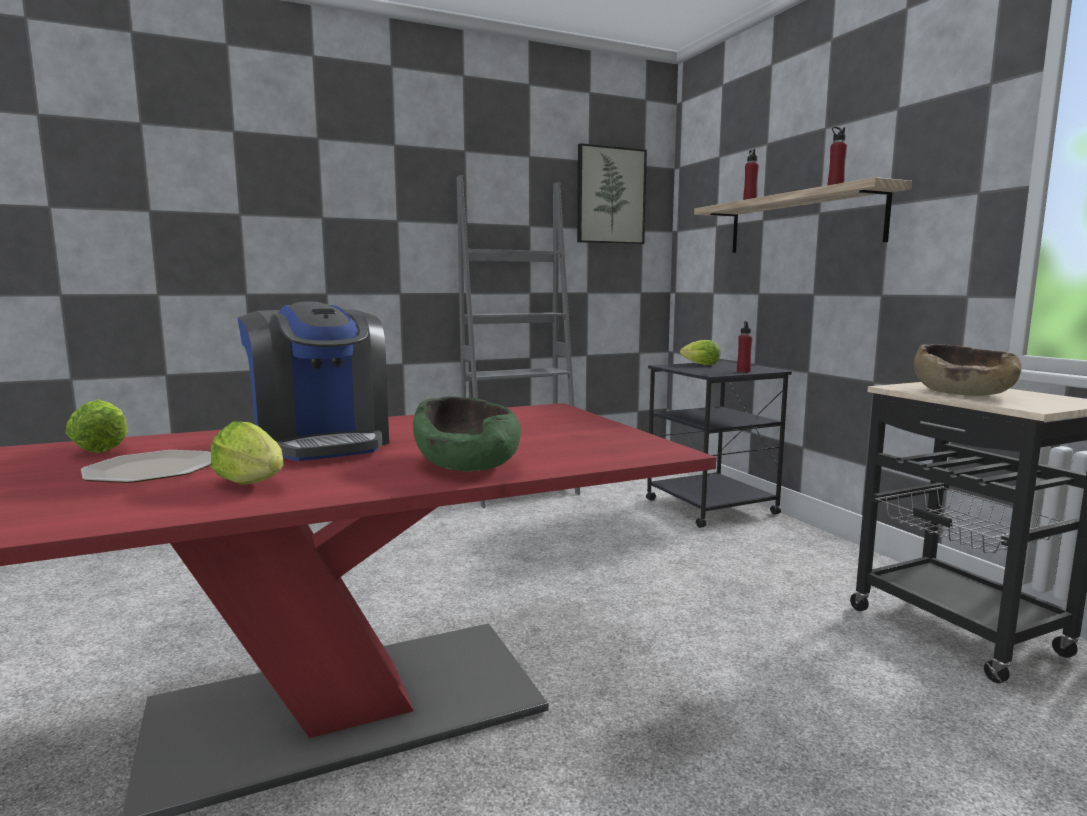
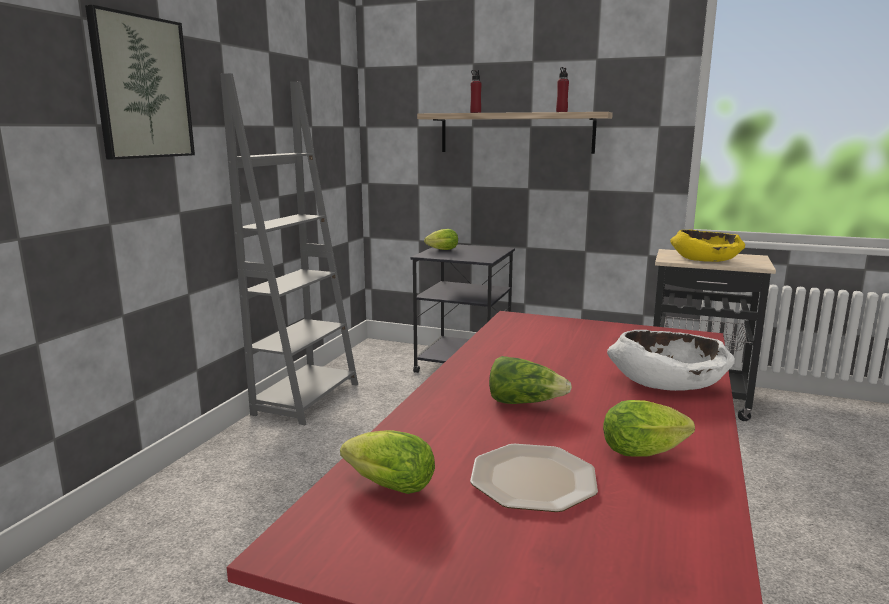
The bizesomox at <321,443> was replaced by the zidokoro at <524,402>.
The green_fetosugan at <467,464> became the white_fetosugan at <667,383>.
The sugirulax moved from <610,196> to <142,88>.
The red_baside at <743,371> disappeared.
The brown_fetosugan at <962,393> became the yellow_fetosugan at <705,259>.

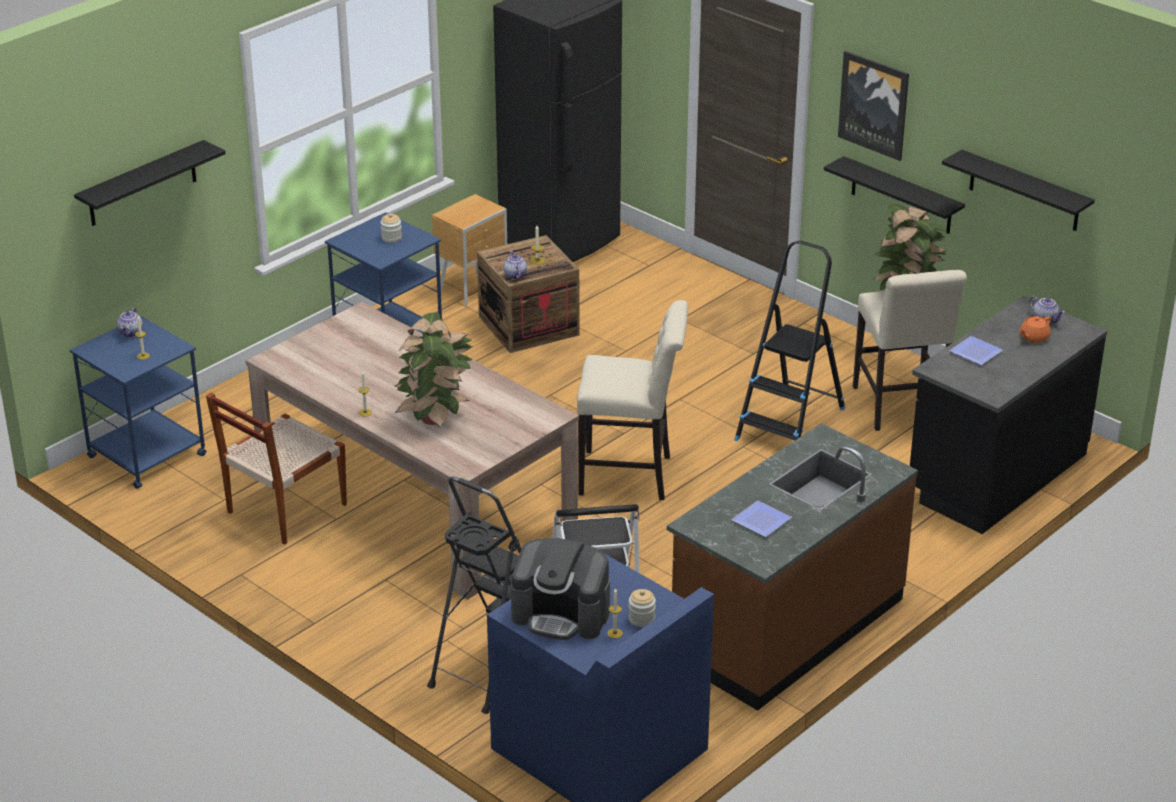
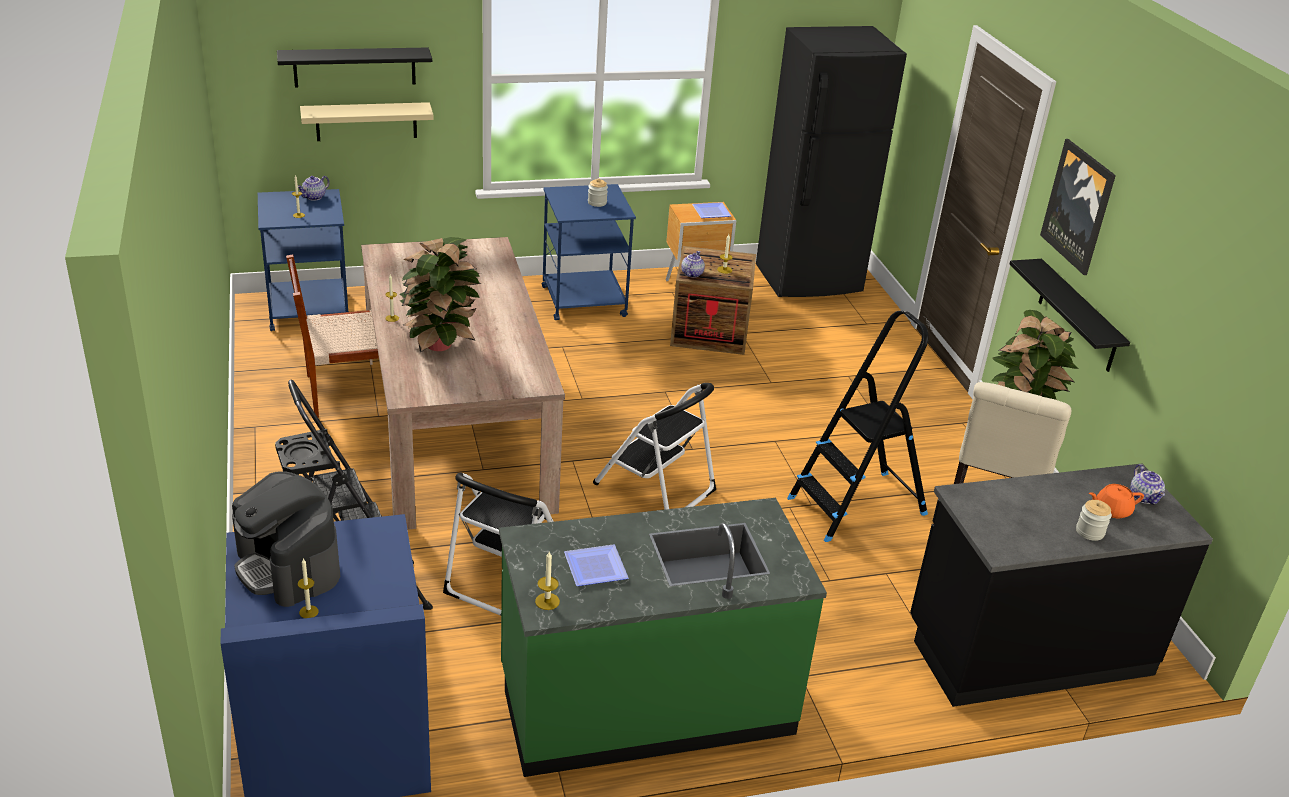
The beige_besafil at <631,477> was replaced by the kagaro at <657,489>.
The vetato moved from <641,619> to <1090,532>.
The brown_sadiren at <786,627> became the green_sadiren at <646,702>.
The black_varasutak at <1024,191> disappeared.
The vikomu moved from <977,352> to <712,212>.
The beige_varasutak at <366,121> appeared.
The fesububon at <547,601> appeared.

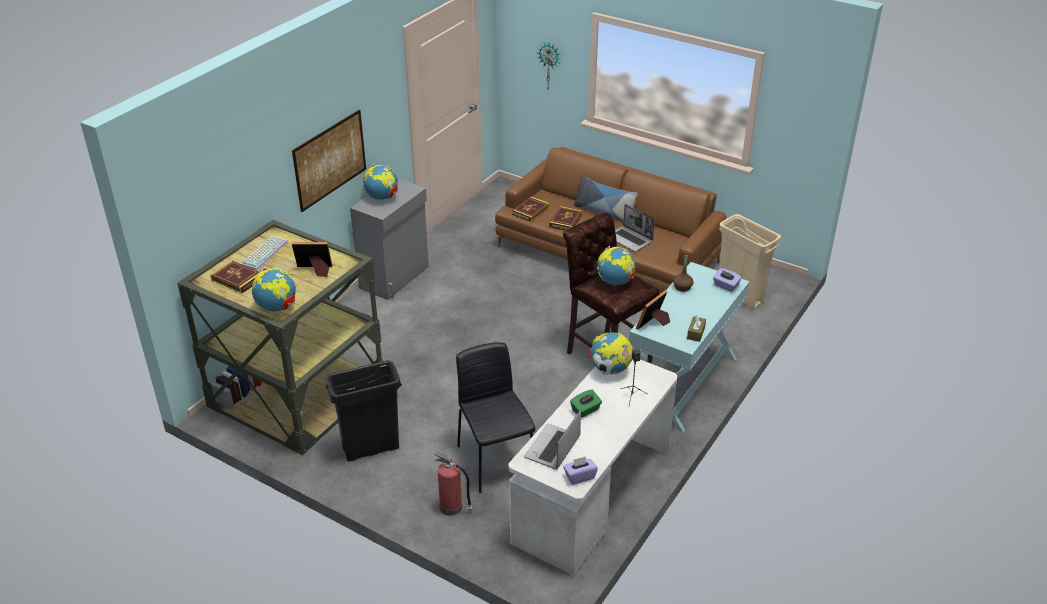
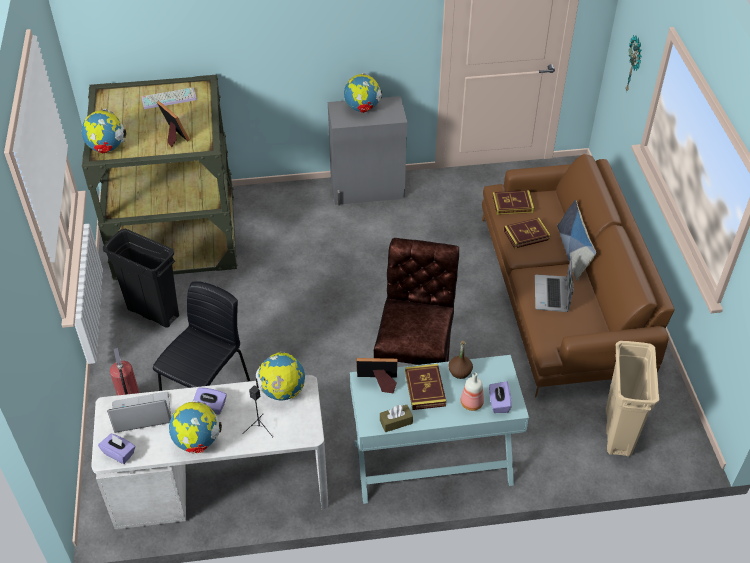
The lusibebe moved from <237,279> to <425,389>.
The sugirulax at <330,160> disappeared.
The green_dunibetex at <585,410> became the purple_dunibetex at <210,407>.
The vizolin moved from <615,282> to <197,441>.
The baside at <472,403> appeared.

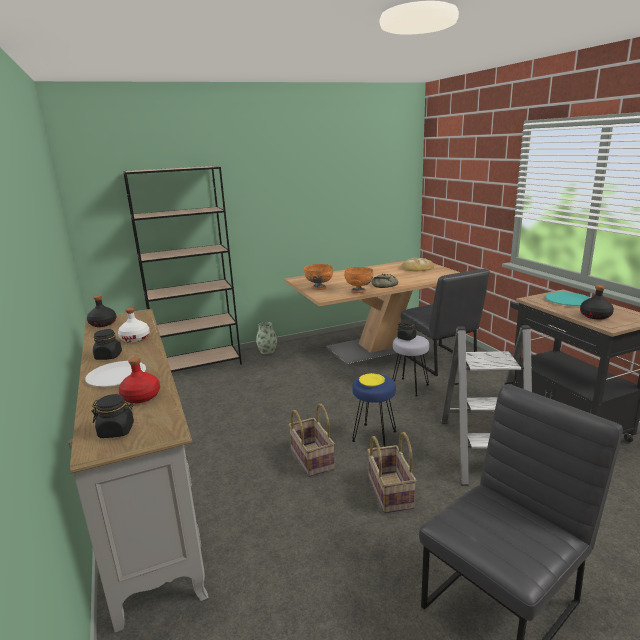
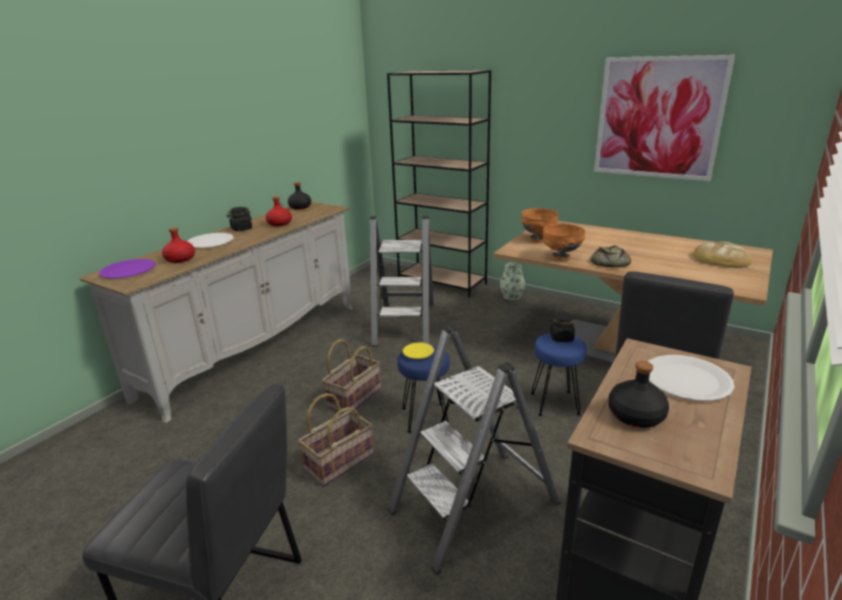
The black_vetato at <117,431> was replaced by the purple_vikomu at <128,270>.
The white_baside at <135,338> became the red_baside at <280,223>.
The grey_besafil at <409,387> became the blue_besafil at <555,403>.
The turquoise_vikomu at <568,300> became the white_vikomu at <686,379>.
The grey_kagaro at <405,323> appeared.
The sugirulax at <658,118> appeared.

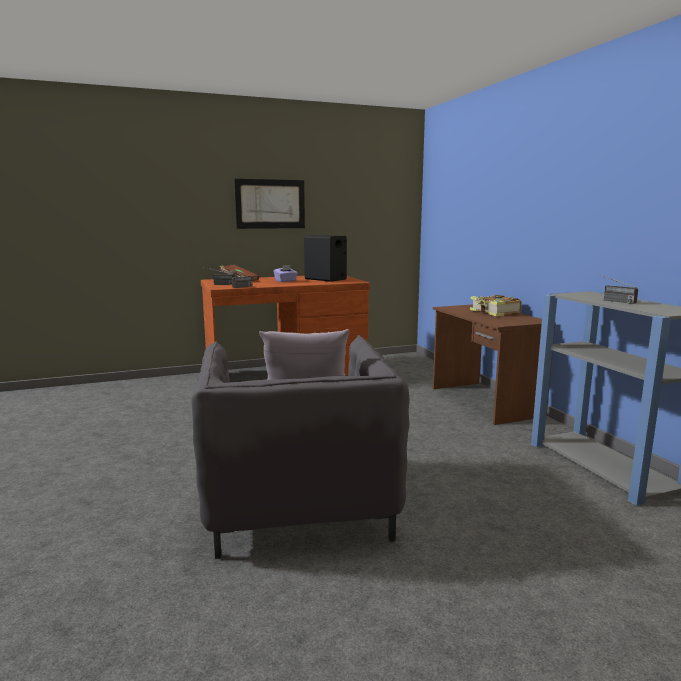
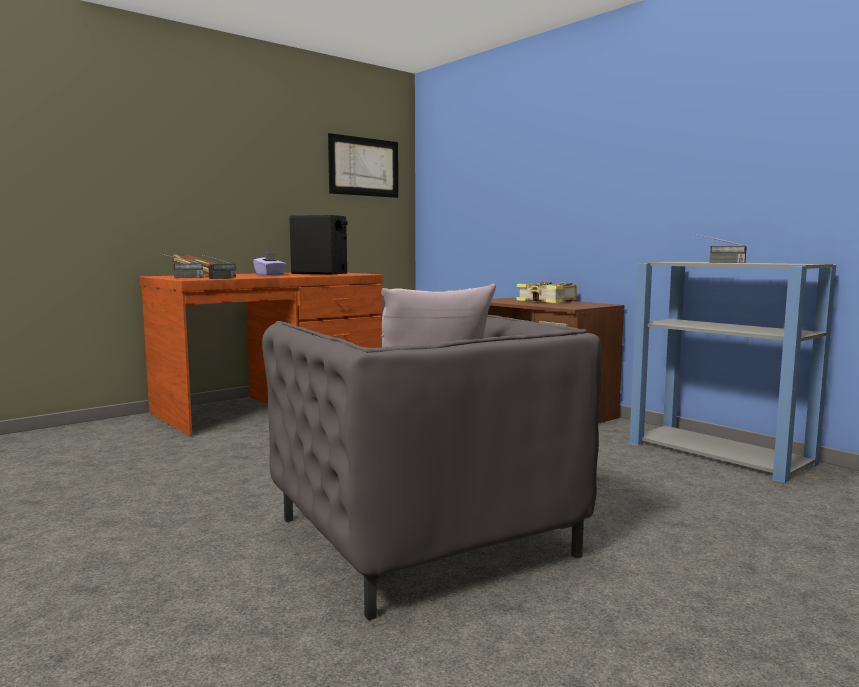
The sugirulax moved from <270,204> to <364,167>.

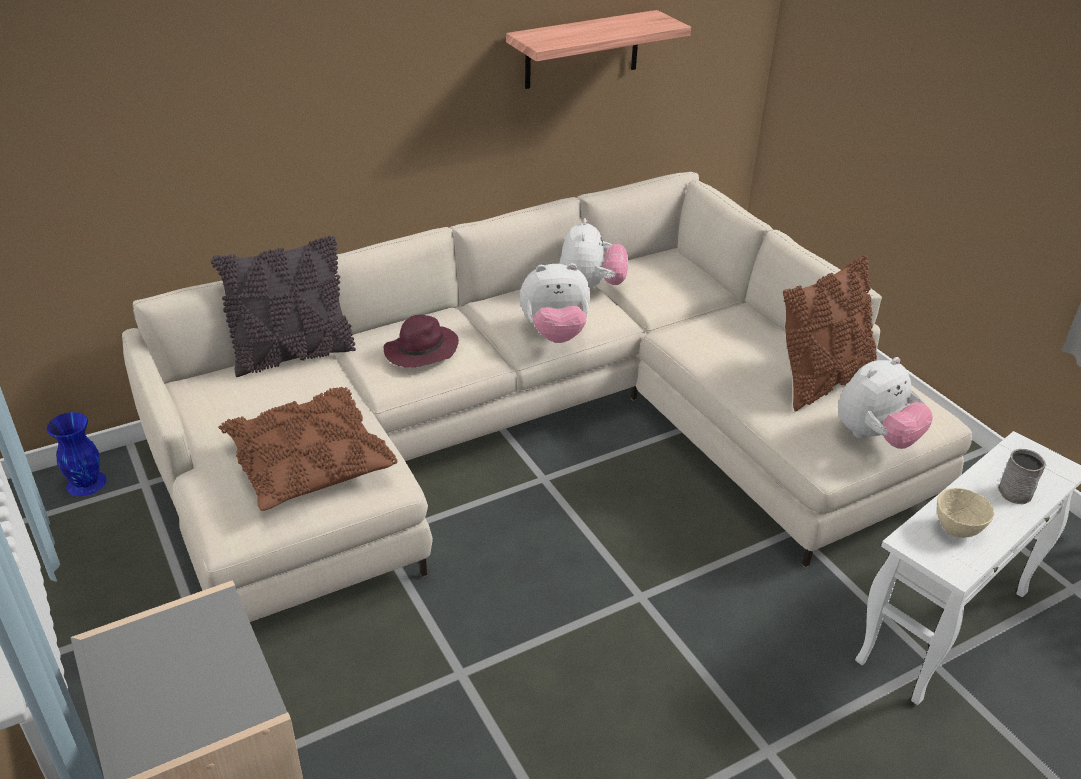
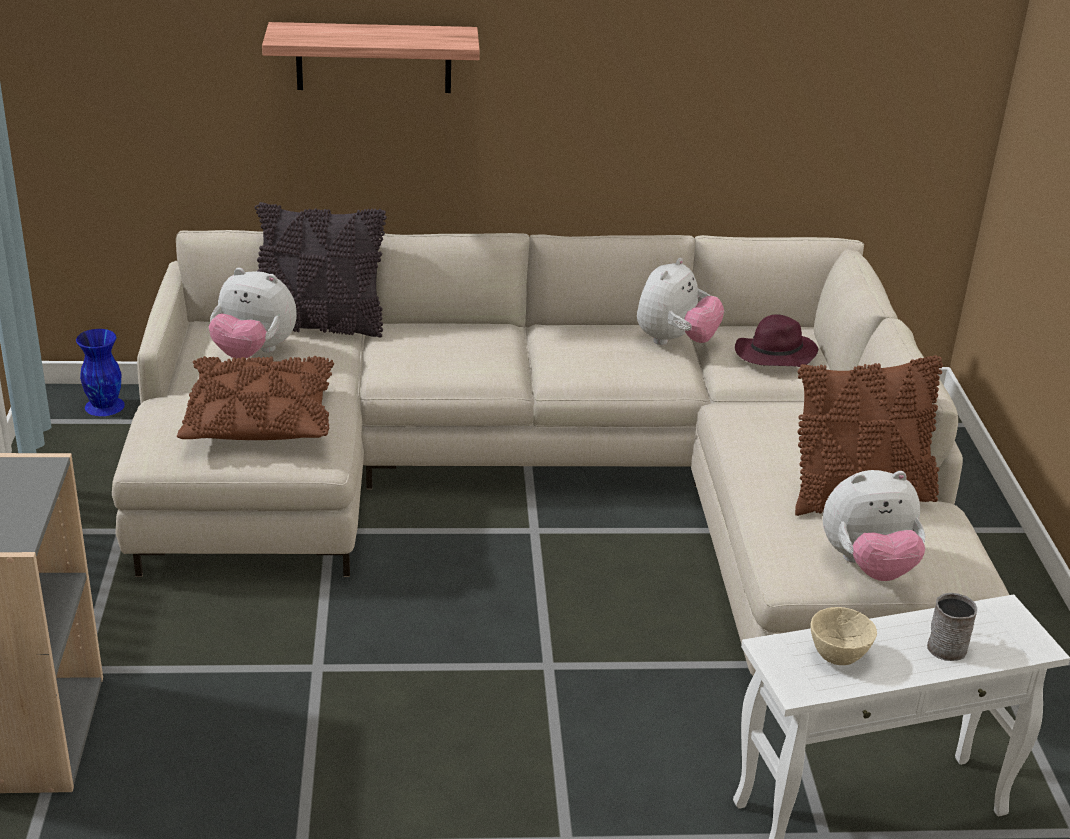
The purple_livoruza moved from <421,352> to <774,355>.
The varasutak moved from <582,50> to <373,57>.
The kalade moved from <555,334> to <253,353>.

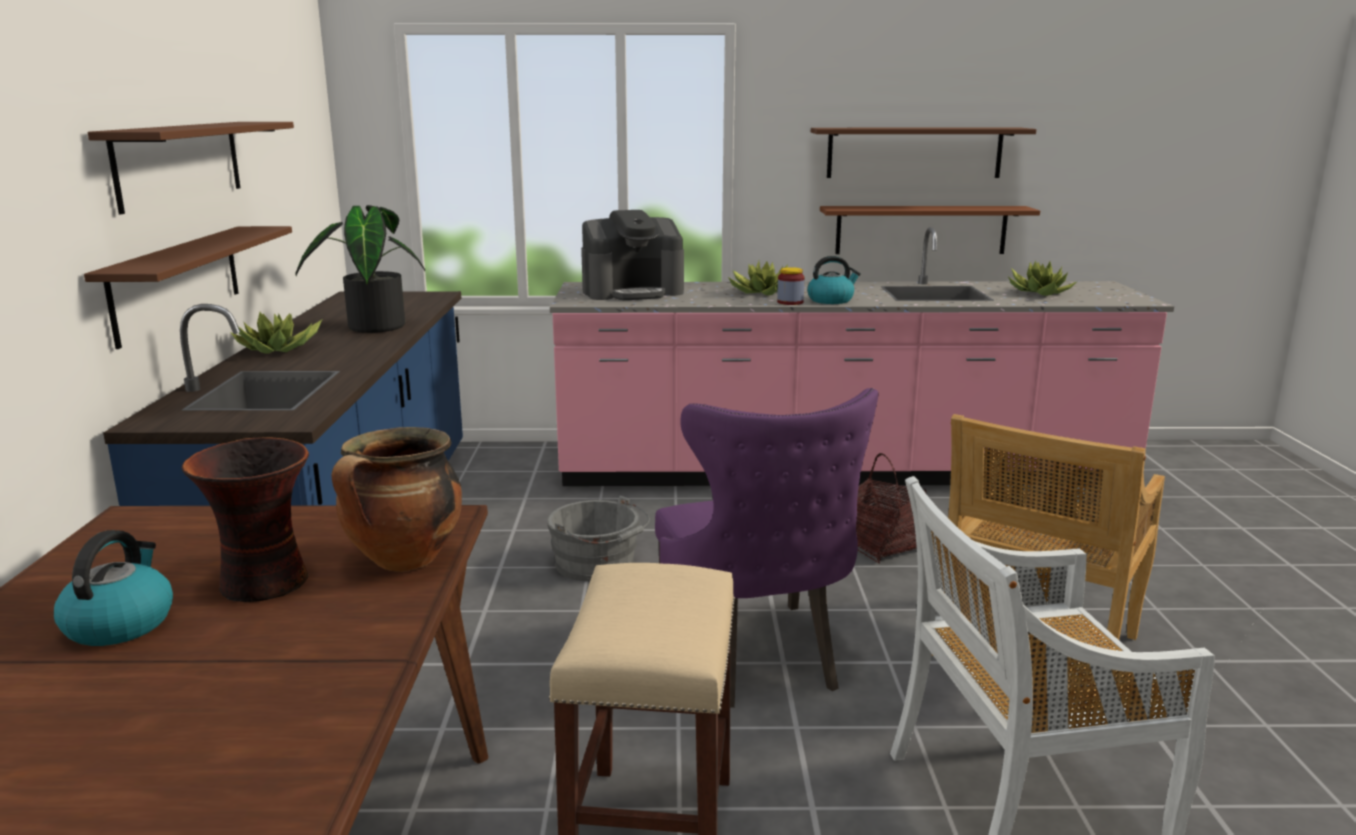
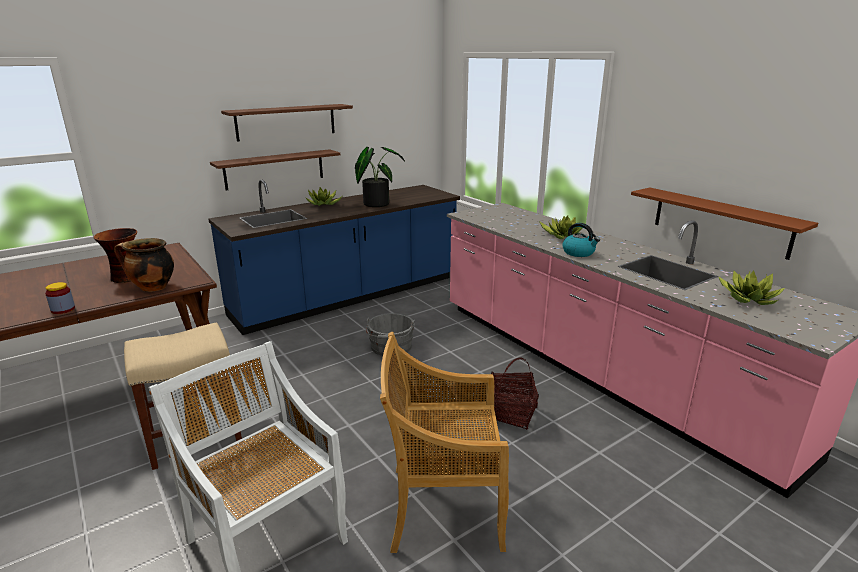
The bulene at <120,623> disappeared.
The bizesomox at <633,292> disappeared.
The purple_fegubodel at <756,657> disappeared.
The vetato moved from <790,302> to <63,309>.
The brown_varasutak at <914,152> disappeared.

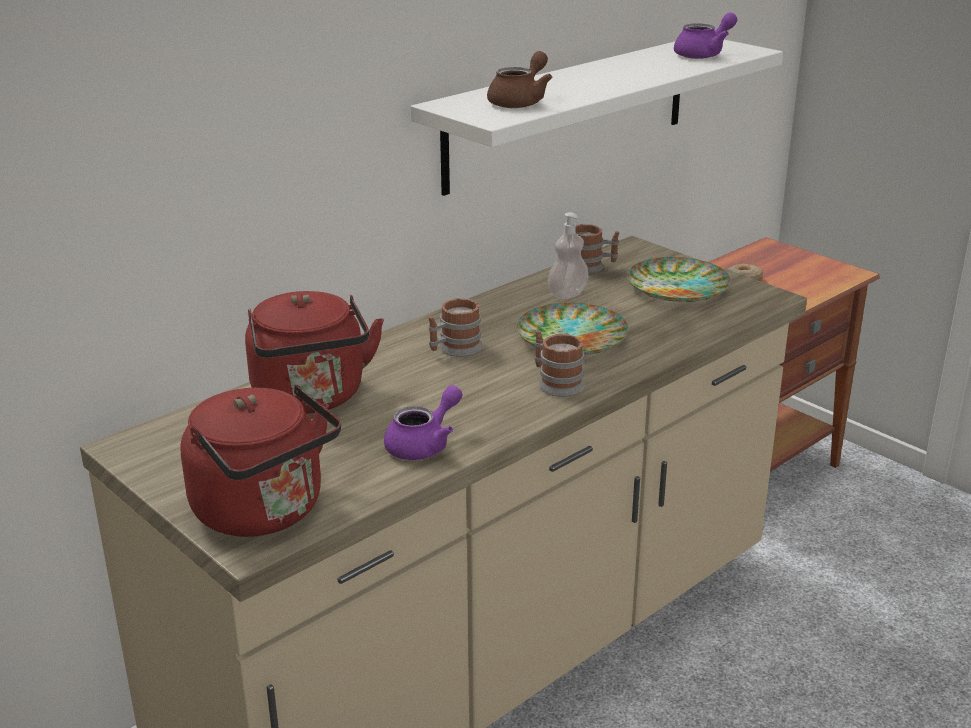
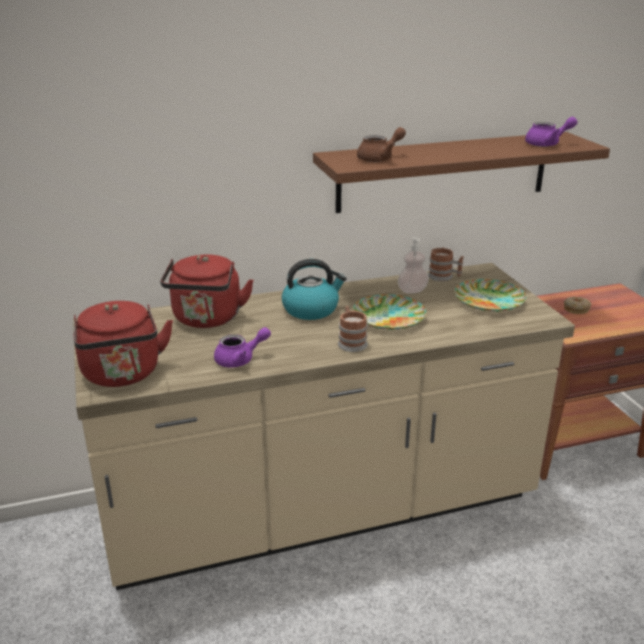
The white_varasutak at <569,111> became the brown_varasutak at <443,172>.
The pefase at <454,349> was replaced by the bulene at <311,309>.

